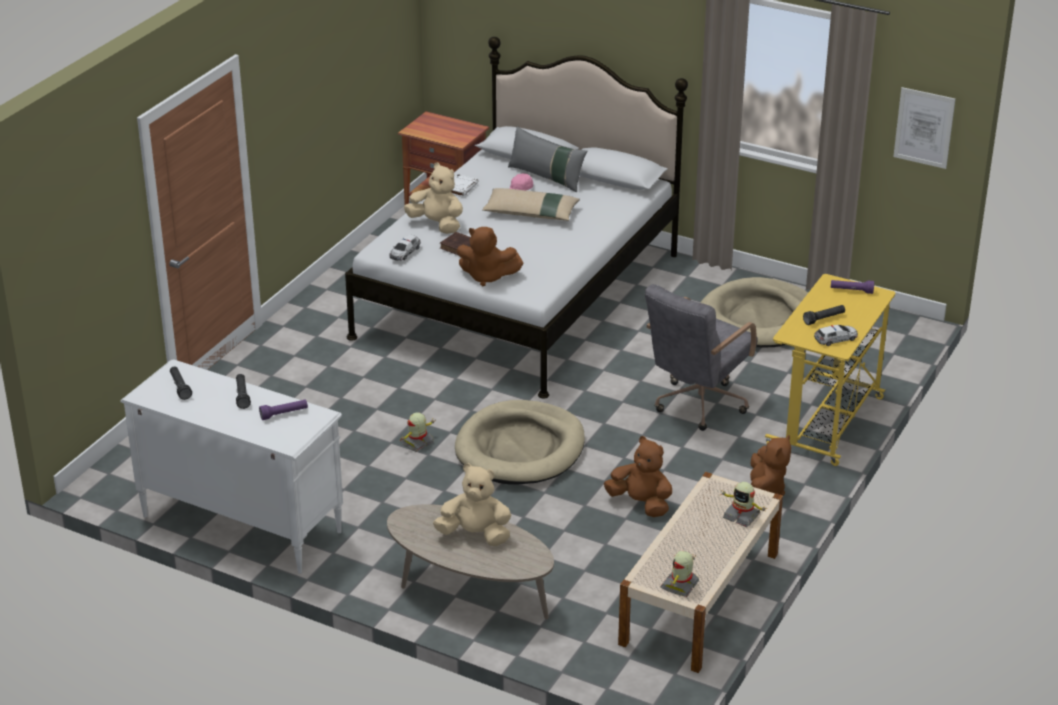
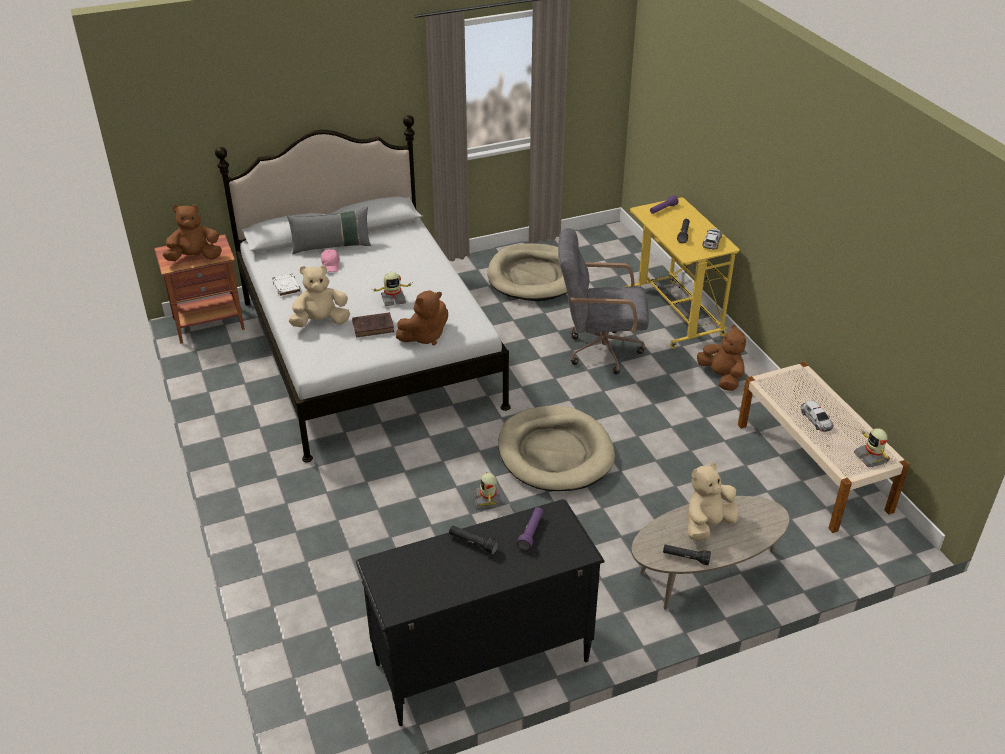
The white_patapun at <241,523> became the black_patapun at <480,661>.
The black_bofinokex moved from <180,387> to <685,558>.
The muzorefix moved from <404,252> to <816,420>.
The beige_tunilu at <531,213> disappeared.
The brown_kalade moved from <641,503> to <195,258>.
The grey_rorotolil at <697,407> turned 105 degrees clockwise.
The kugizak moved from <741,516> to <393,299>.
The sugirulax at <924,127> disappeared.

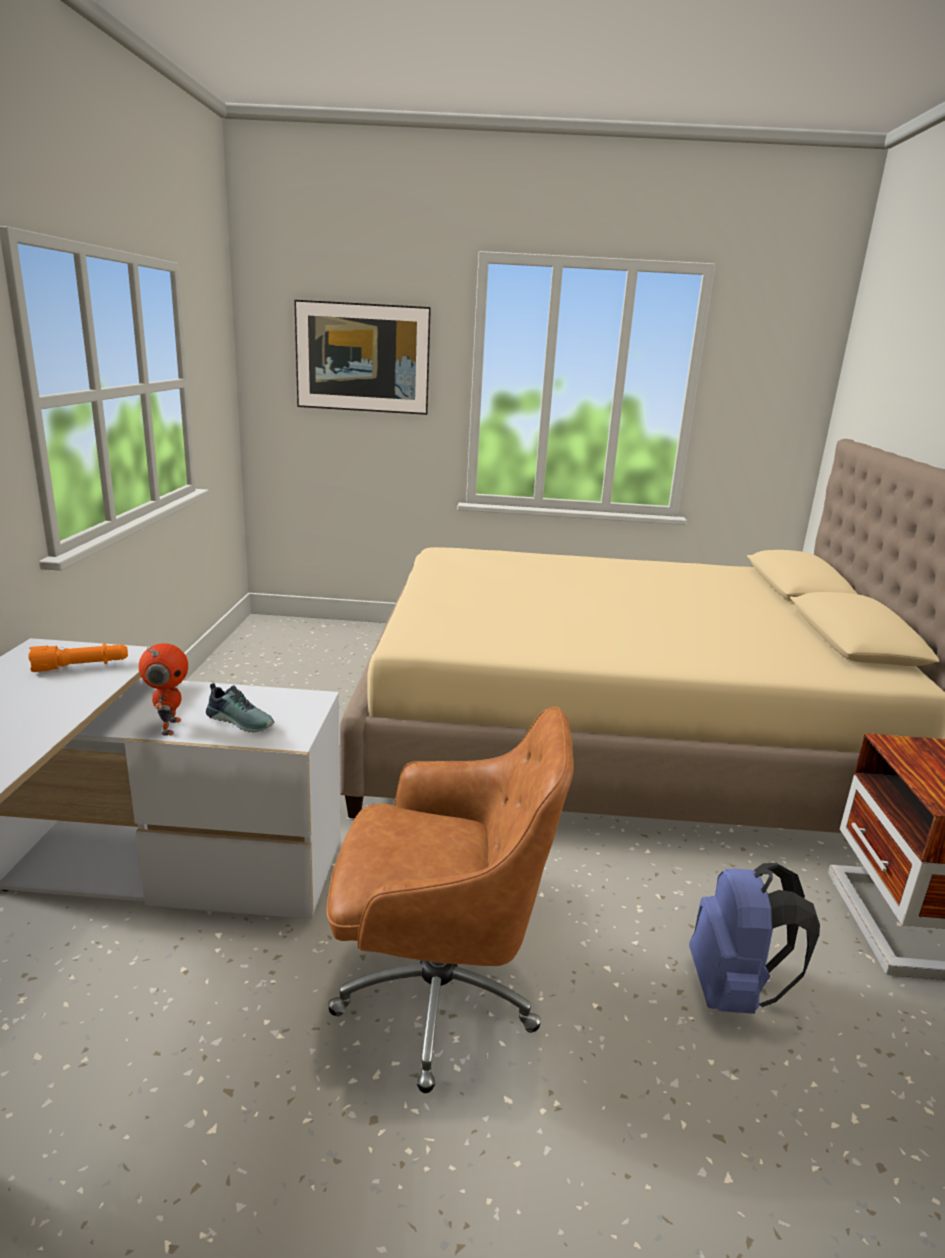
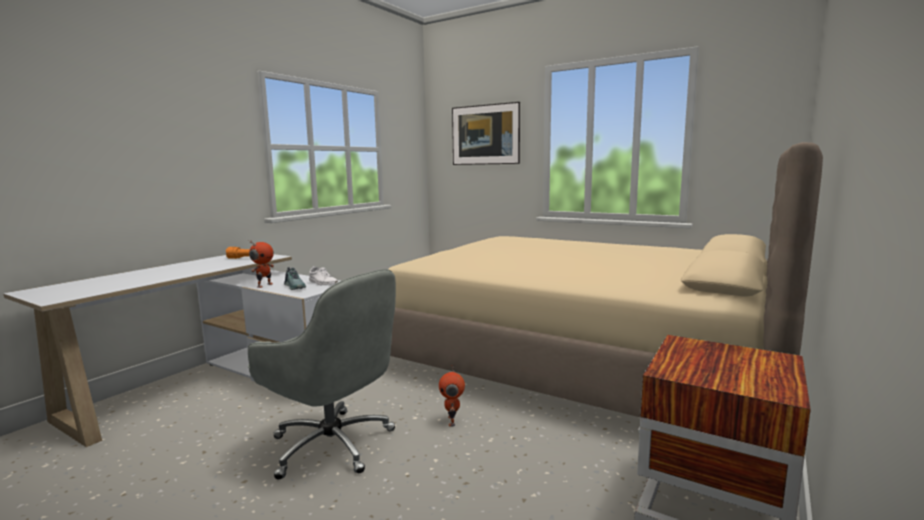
The brown_rorotolil at <438,995> became the grey_rorotolil at <331,445>.
The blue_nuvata at <734,991> disappeared.
The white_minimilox at <323,283> appeared.
The kugizak at <452,421> appeared.

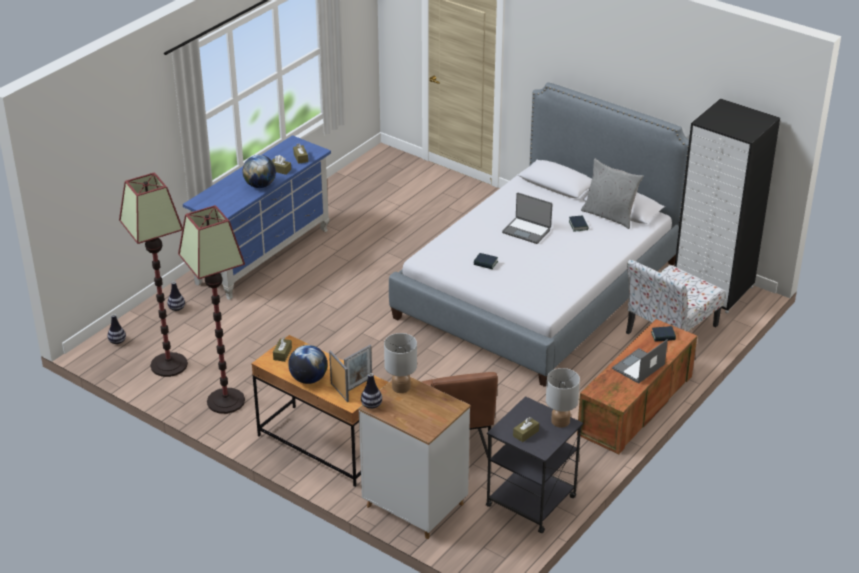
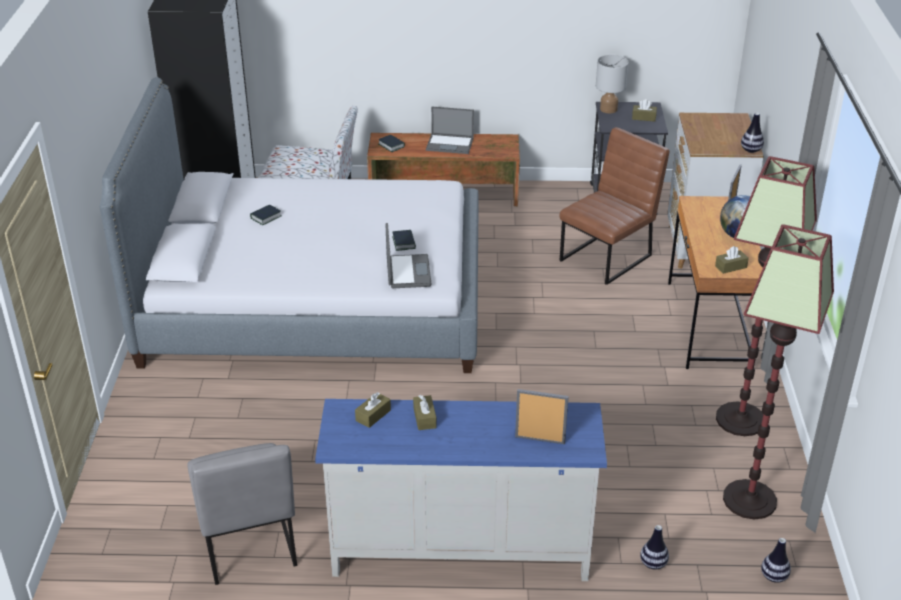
The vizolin at <260,185> disappeared.
The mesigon moved from <358,384> to <540,439>.
The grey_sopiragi at <400,387> disappeared.
The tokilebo moved from <527,231> to <407,272>.
The grey_tunilu at <609,215> disappeared.
The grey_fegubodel at <247,543> appeared.

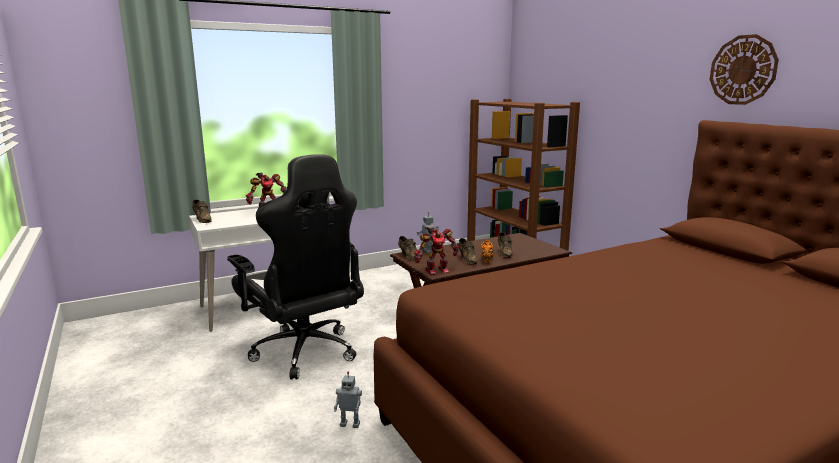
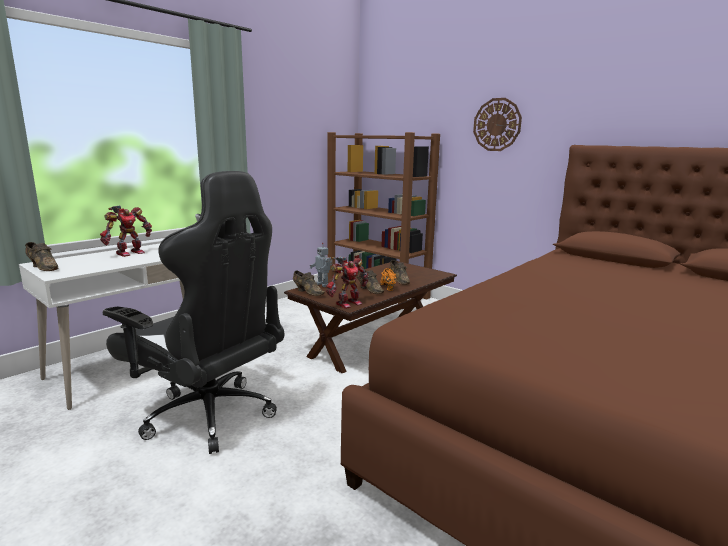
The kugizak at <350,424> disappeared.
The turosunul moved from <743,70> to <497,124>.

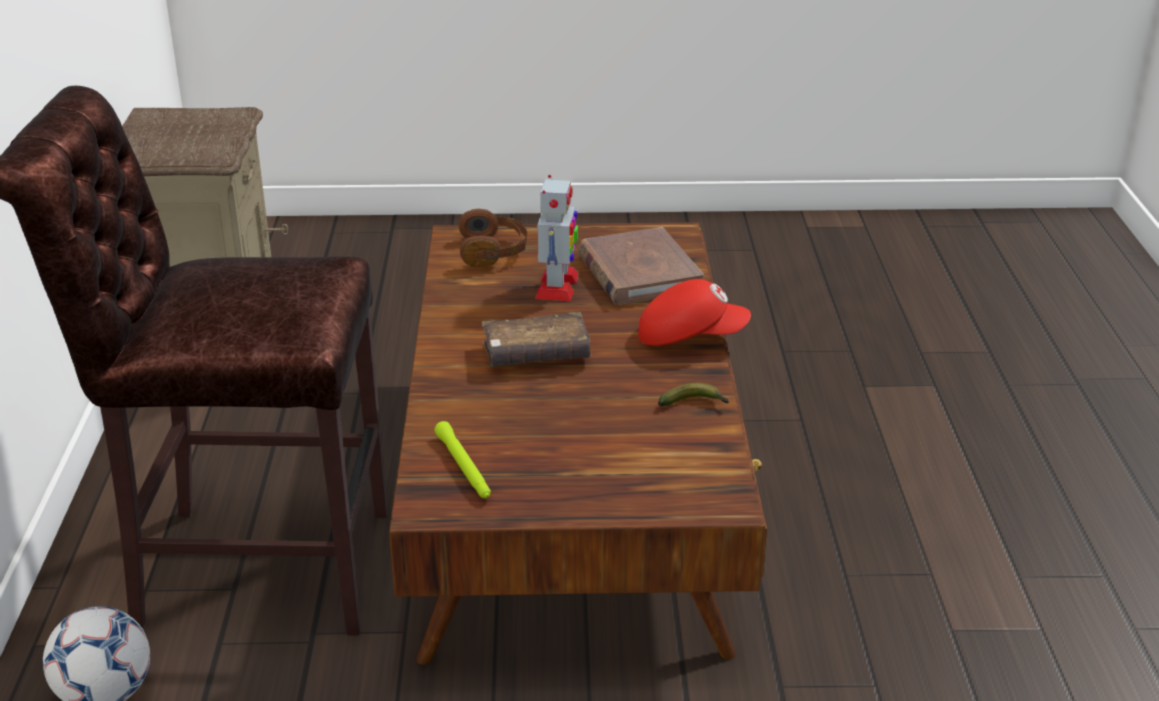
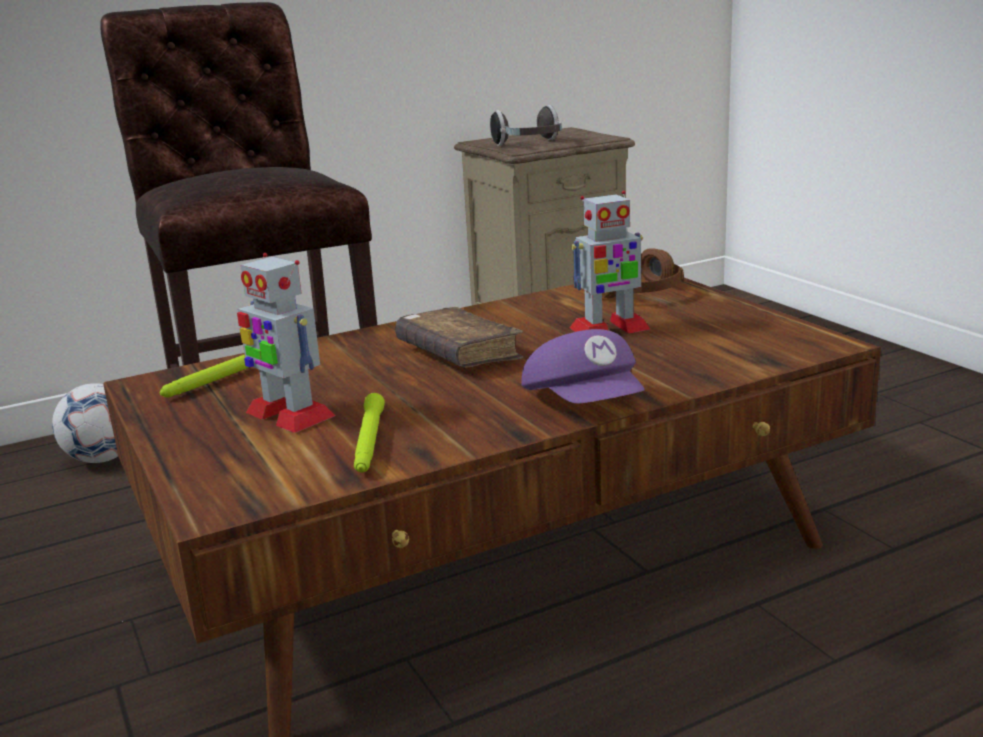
The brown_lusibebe at <638,273> disappeared.
The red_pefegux at <690,337> became the purple_pefegux at <586,405>.
The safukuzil at <694,403> disappeared.
The kugizak at <289,414> appeared.
The green_bofinokex at <369,442> appeared.
The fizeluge at <530,144> appeared.

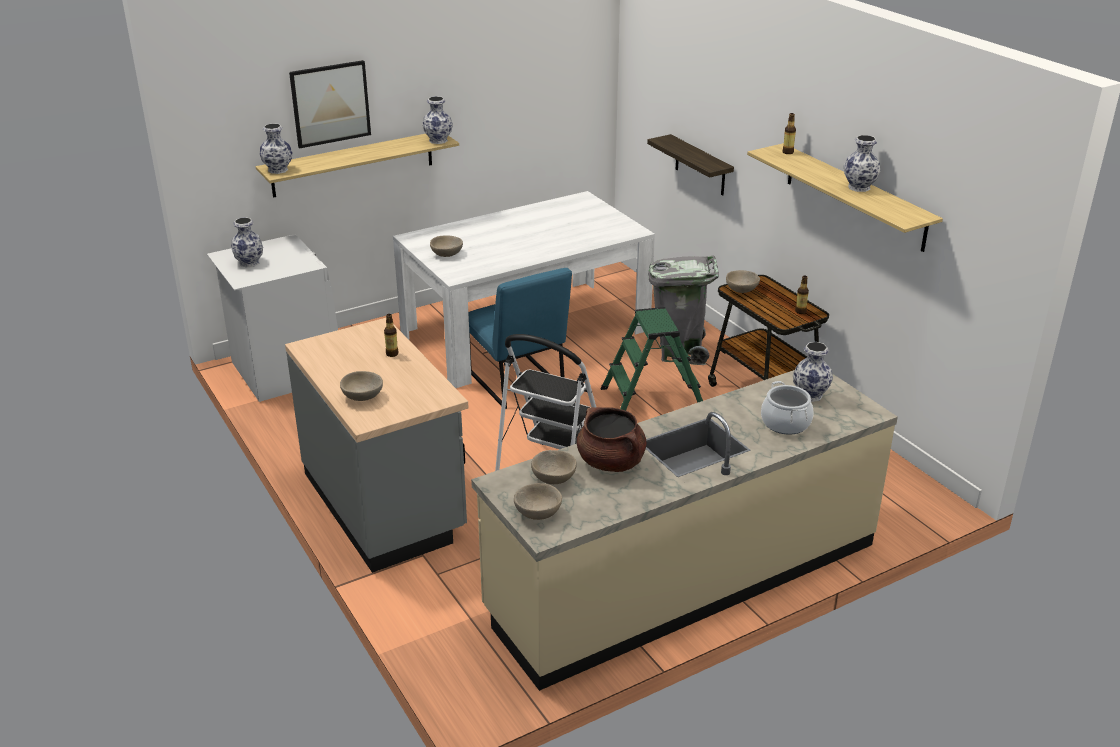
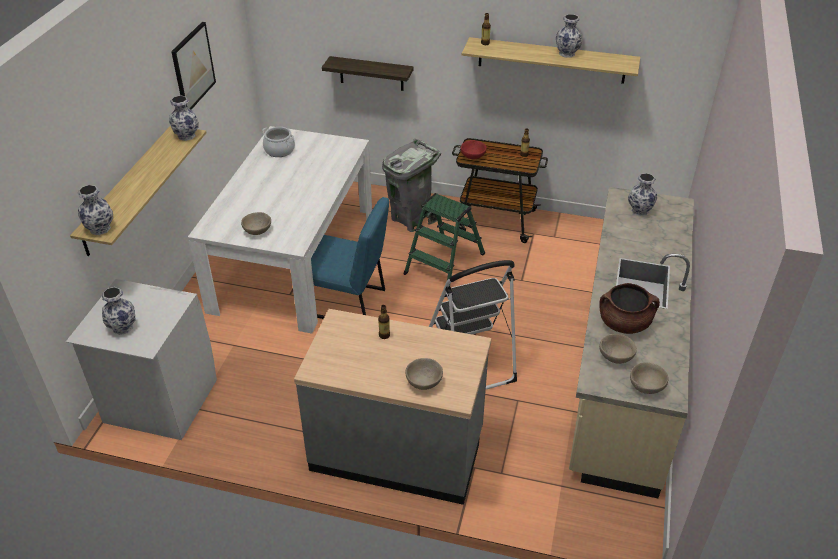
The sugirulax moved from <330,103> to <193,67>.
The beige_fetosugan at <741,290> became the red_fetosugan at <473,156>.
The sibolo moved from <785,423> to <279,150>.

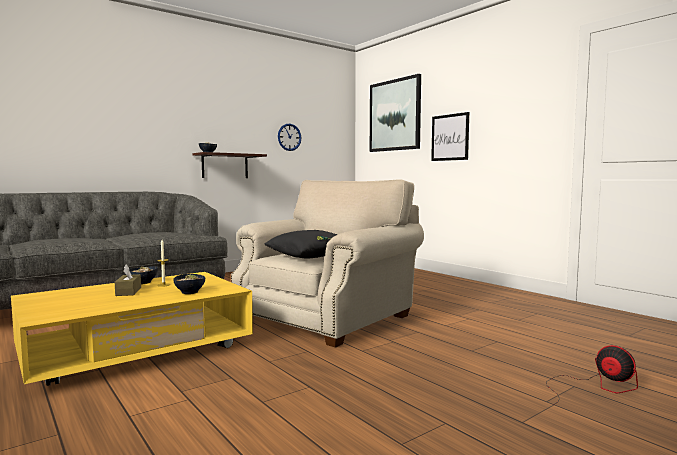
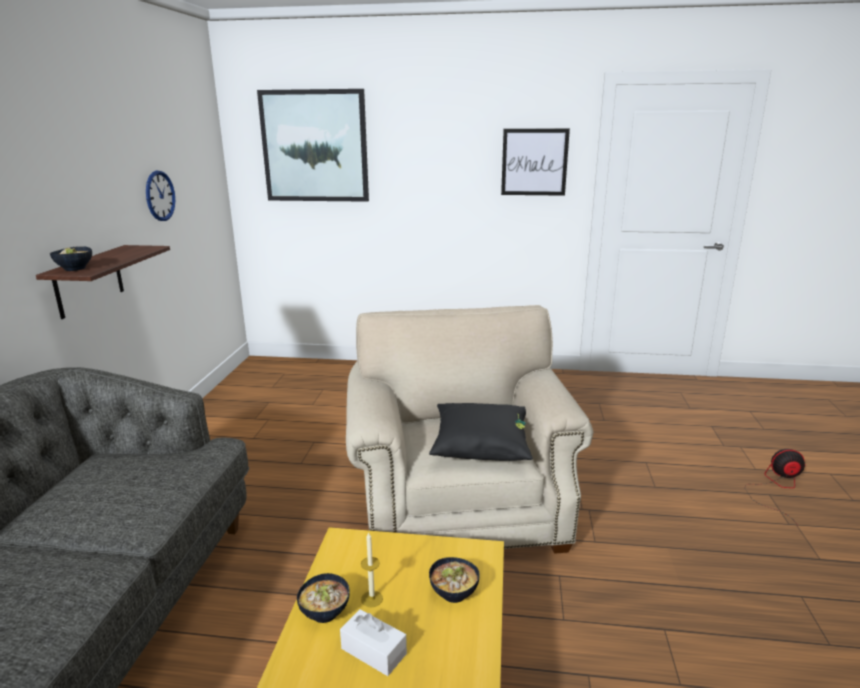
The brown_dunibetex at <128,291> became the white_dunibetex at <373,651>.
The sugirulax moved from <450,137> to <534,162>.

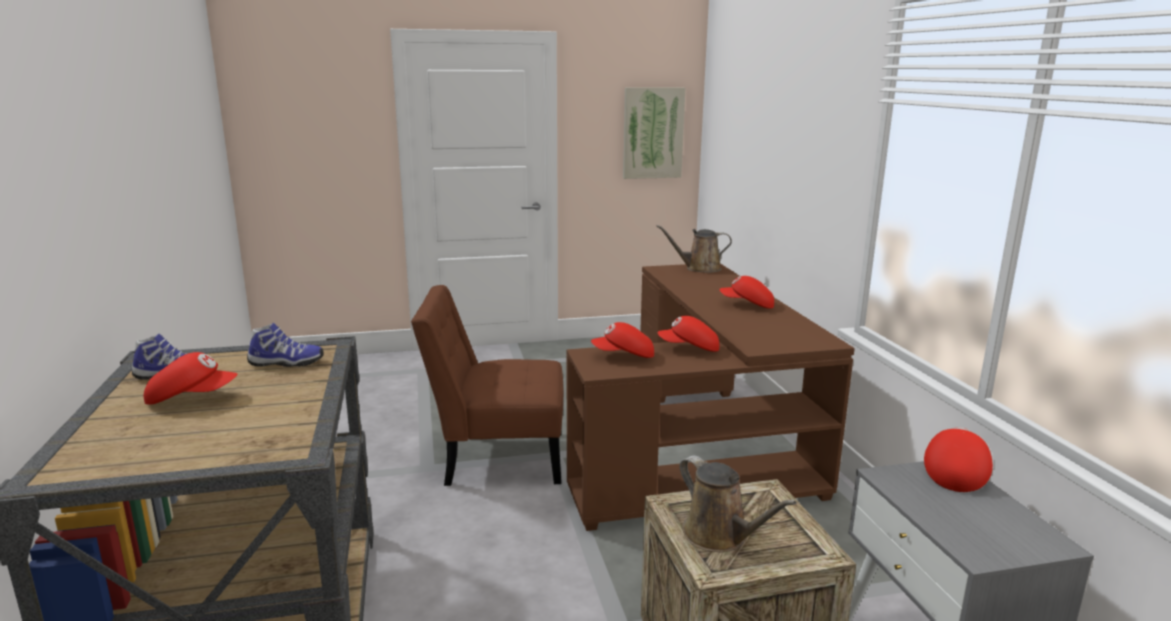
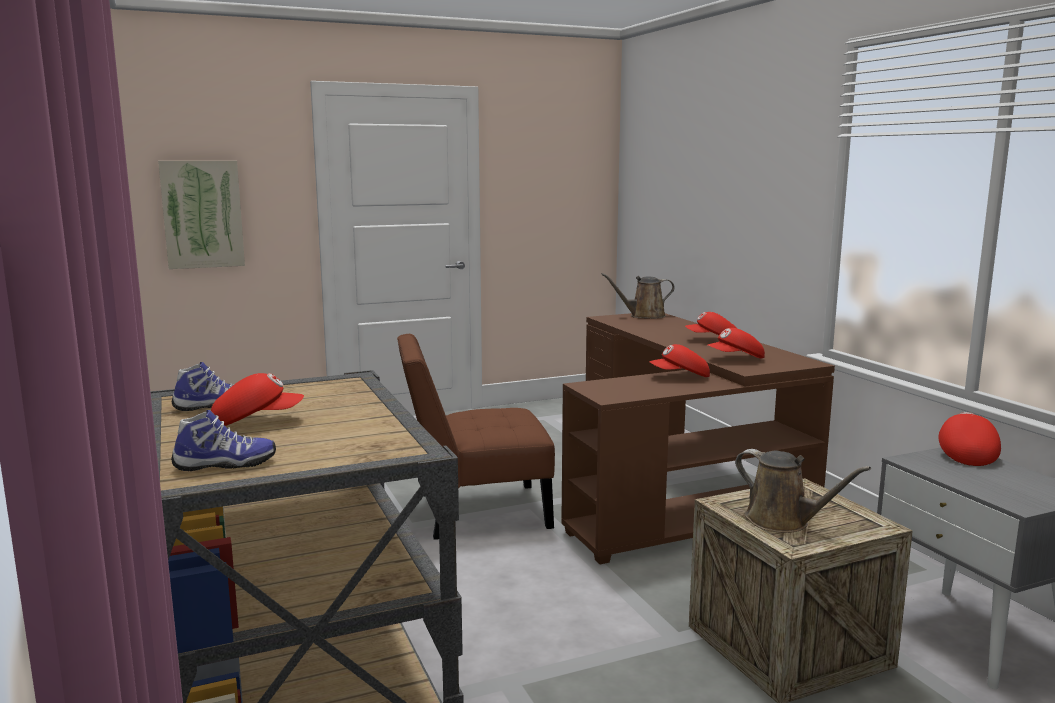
The minimilox moved from <286,363> to <225,465>.
The red_pefegux moved from <624,356> to <736,359>.
The sugirulax moved from <652,133> to <202,214>.

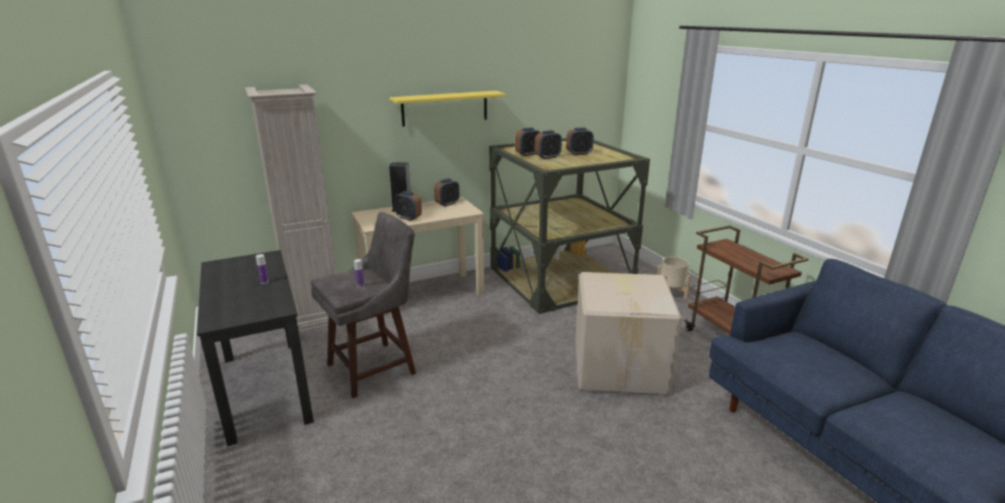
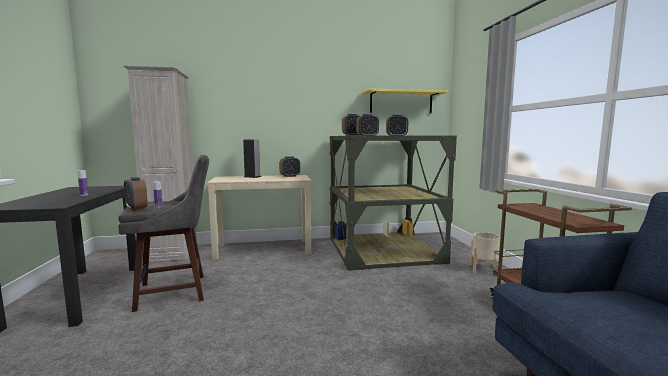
The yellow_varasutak moved from <445,108> to <401,102>.
The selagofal moved from <408,218> to <136,208>.
The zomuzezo at <620,366> disappeared.

